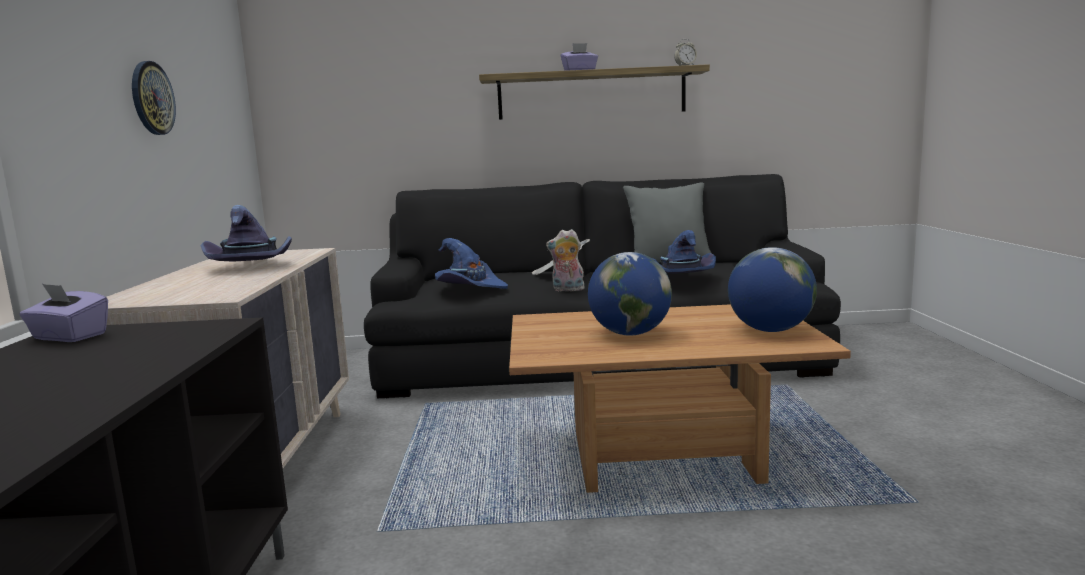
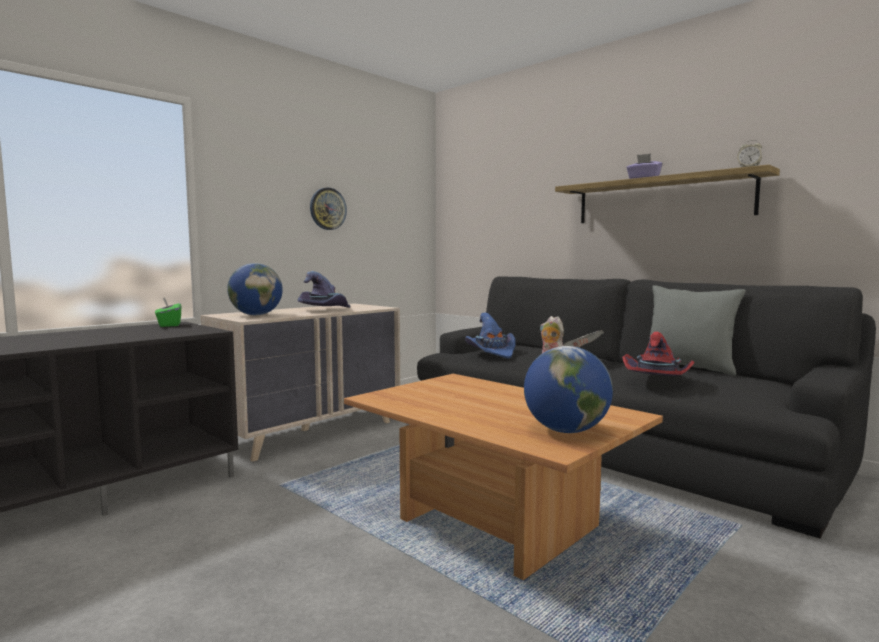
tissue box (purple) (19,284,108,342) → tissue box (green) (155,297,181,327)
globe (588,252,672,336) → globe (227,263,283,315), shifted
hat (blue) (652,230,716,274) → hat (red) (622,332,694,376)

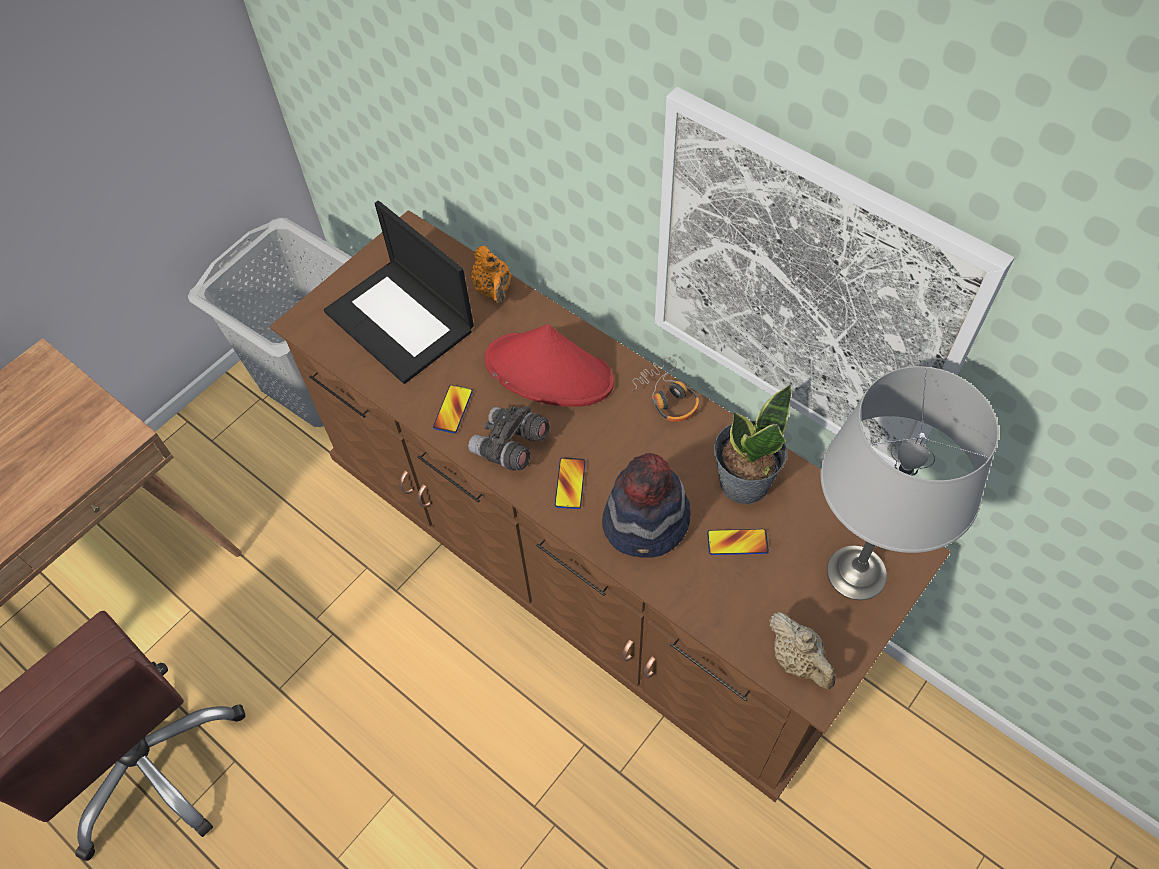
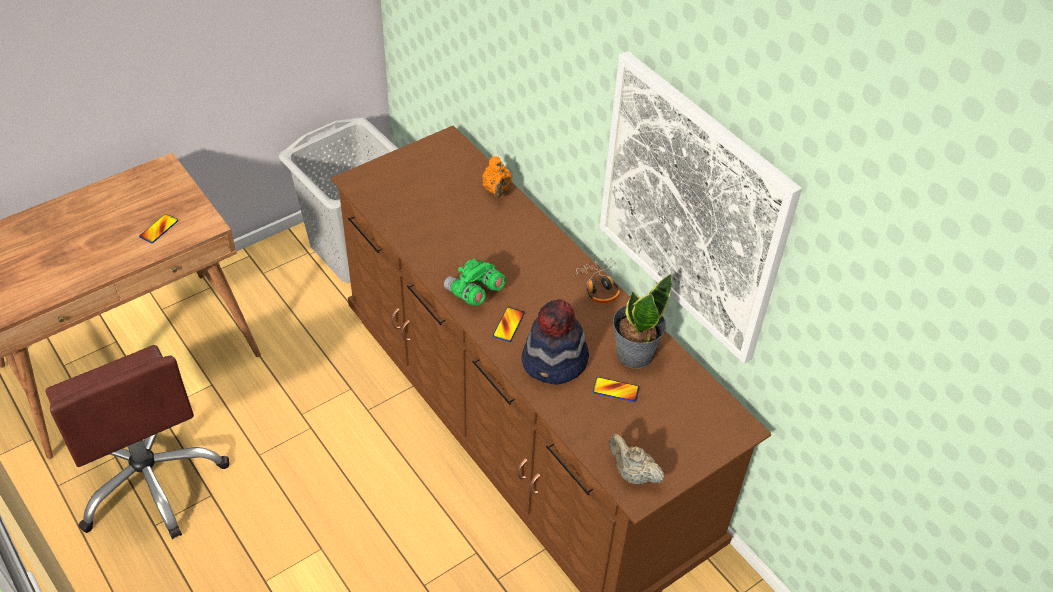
laptop (324,201,474,384) → -
phone (433,385,473,434) → phone (139,214,178,243), shifted
binoculars (grey) (468,406,550,471) → binoculars (green) (444,258,506,306)
hat (red) (485,324,614,407) → -
teapot (beige) (769,612,836,690) → teapot (beige) (608,434,664,484), 150 degrees clockwise
table lamp (grey) (820,366,999,600) → -

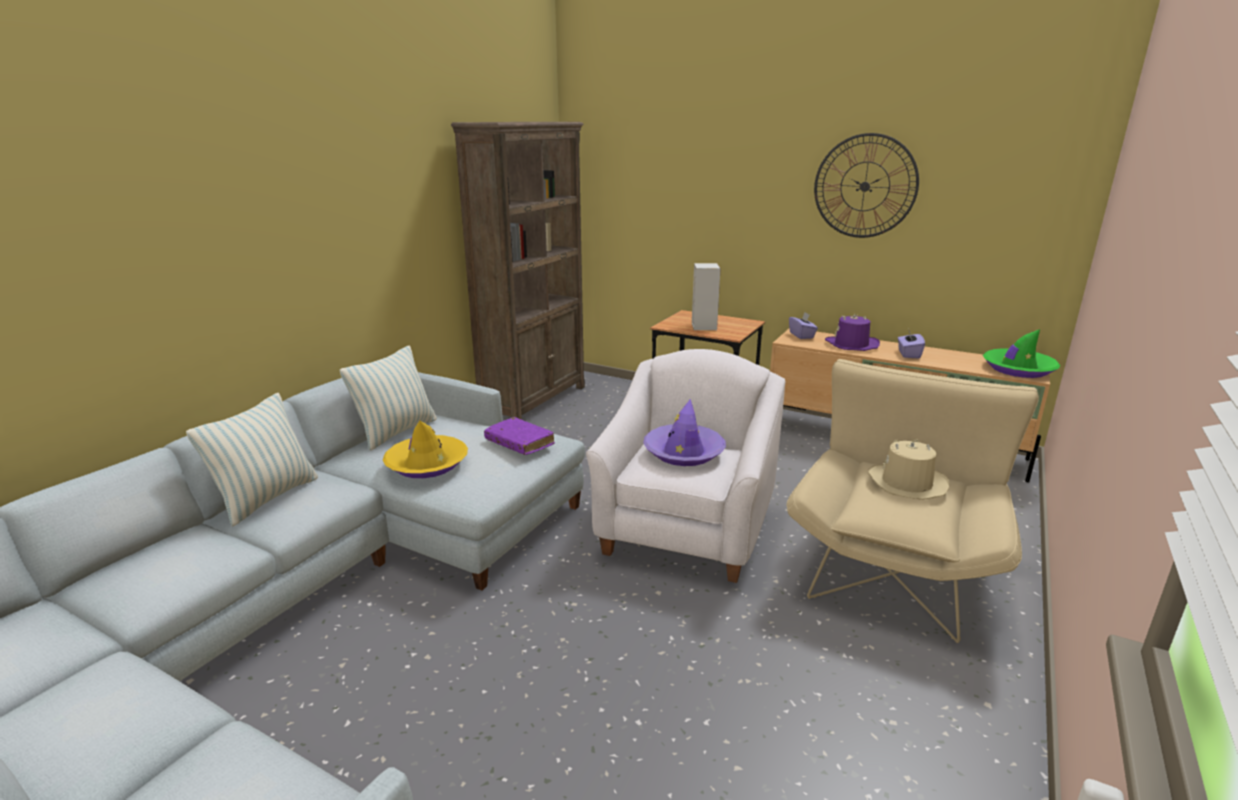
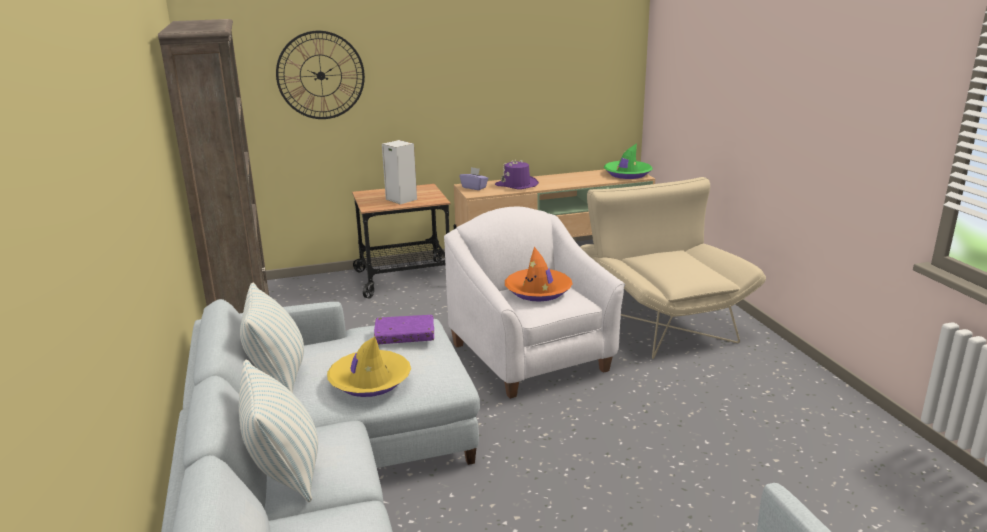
hat (purple) (643,399,726,466) → hat (orange) (505,247,572,302)
wall clock (814,133,919,238) → wall clock (276,31,365,119), shifted
hat (beige) (868,439,950,500) → -
tissue box (purple) (898,331,925,358) → -

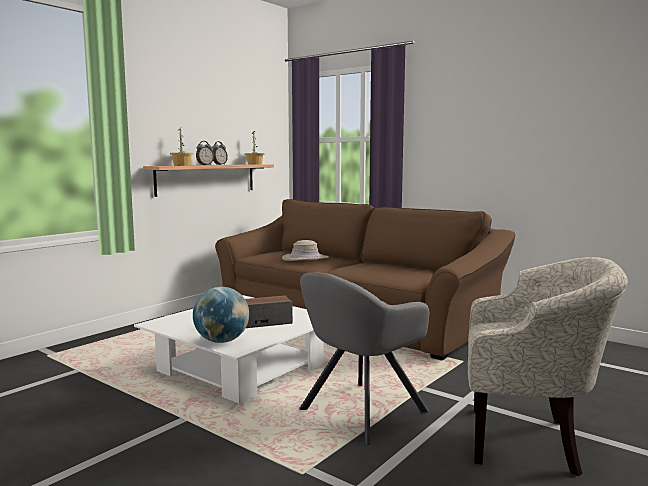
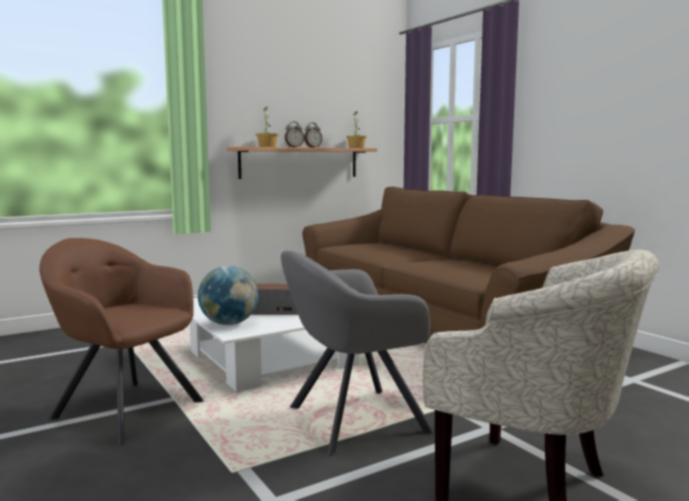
hat (beige) (282,240,329,261) → -
- → armchair (brown) (39,238,204,445)

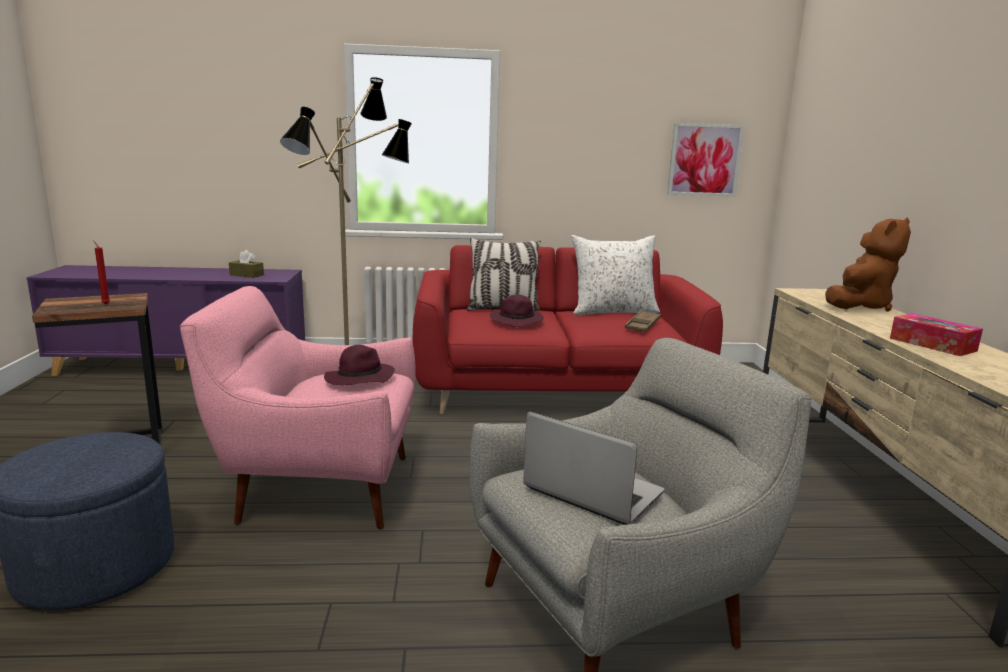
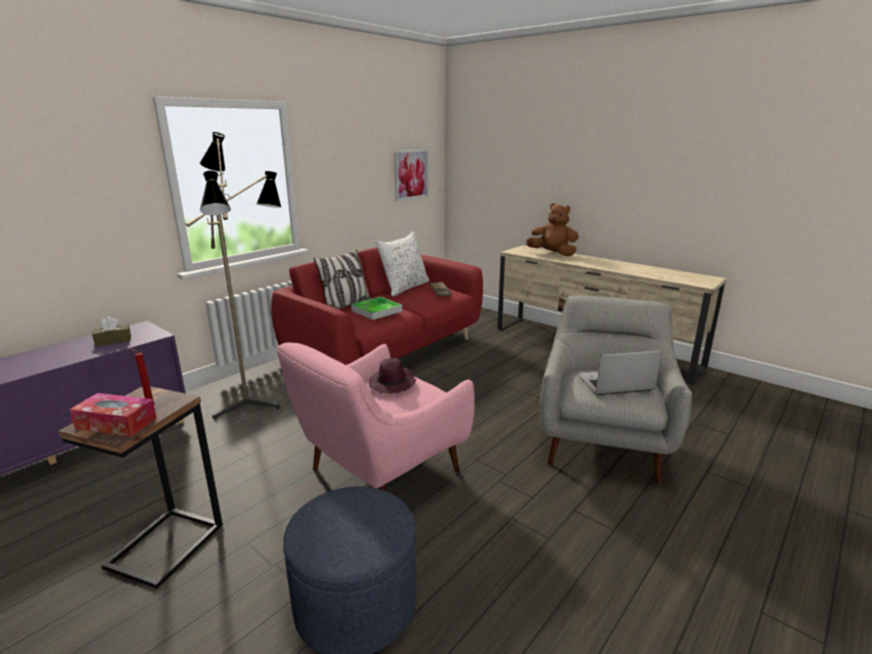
hat (purple) (490,295,544,327) → tray (351,297,402,320)
plush toy (brown) (825,218,911,311) → plush toy (brown) (526,203,579,256), 60 degrees counterclockwise
tissue box (890,313,983,356) → tissue box (69,393,157,437), shifted

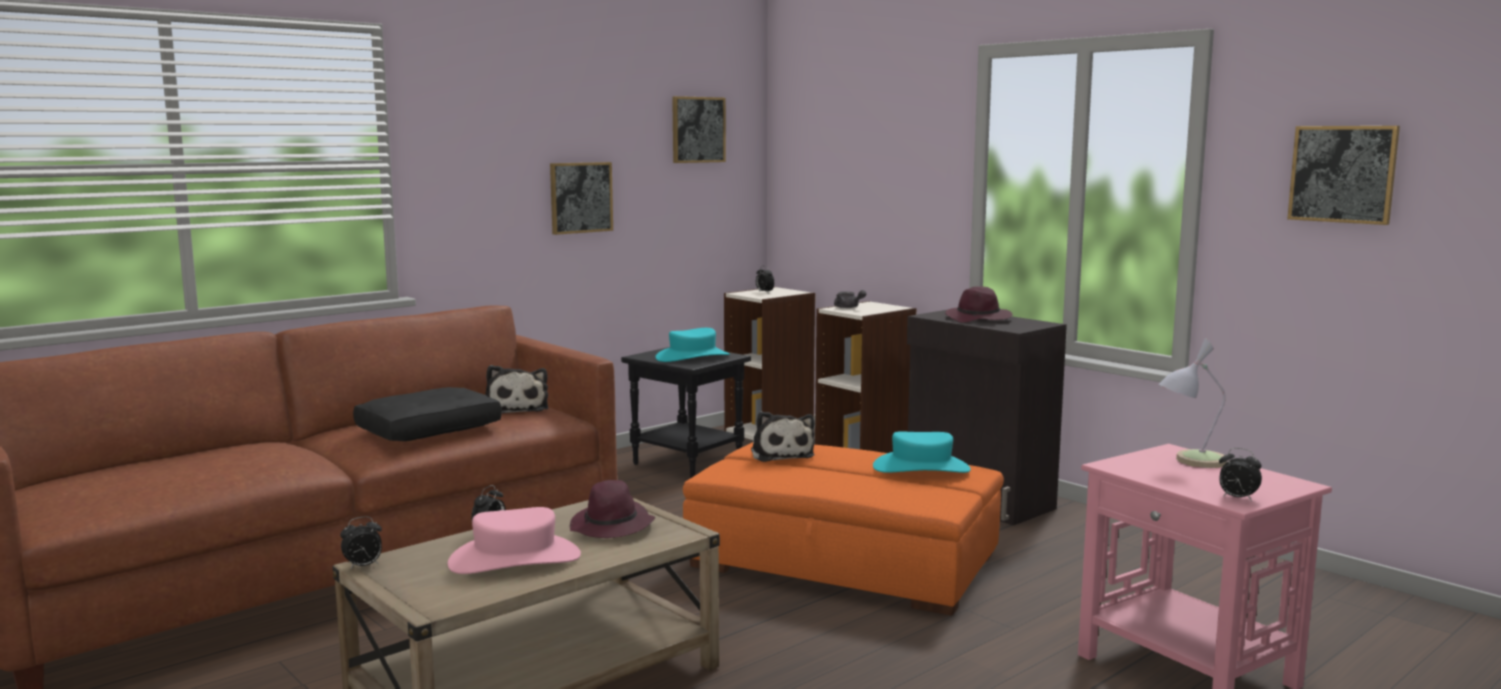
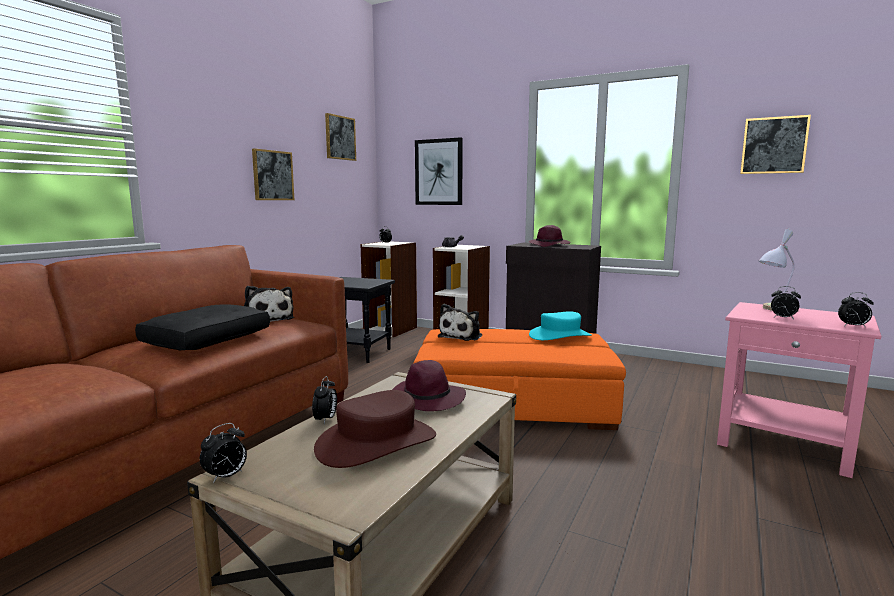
hat (pink) (448,507,581,574) → hat (brown) (314,390,436,468)
hat (turquoise) (656,328,730,362) → -
plush toy (751,411,815,462) → plush toy (438,304,482,341), 60 degrees clockwise
- → picture (415,137,463,205)
- → alarm clock (771,286,801,319)

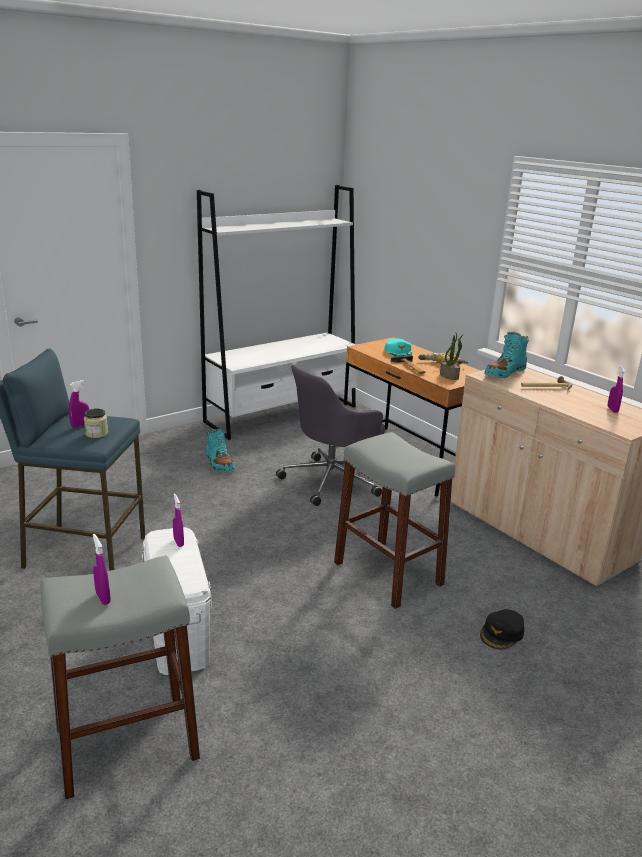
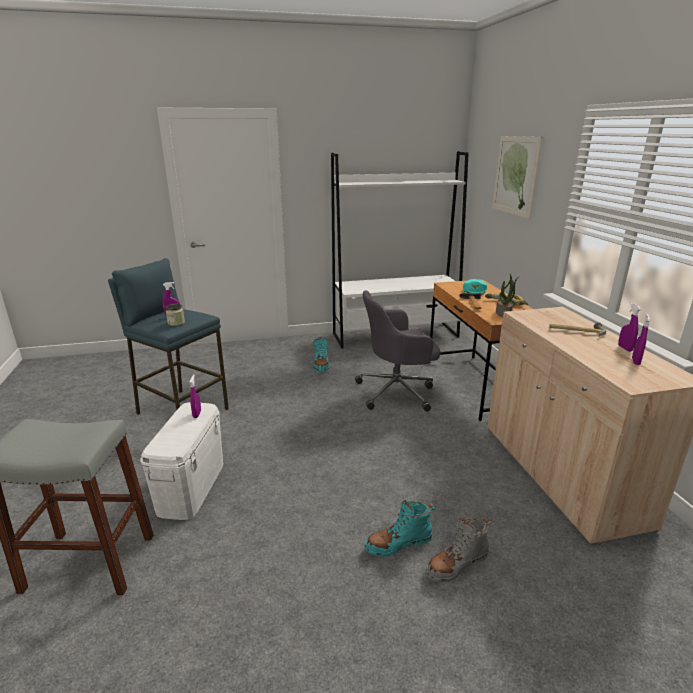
spray bottle (purple) (93,534,111,605) → spray bottle (purple) (618,303,641,352), shifted
stool (grey) (334,432,455,609) → -
cap (black) (480,609,524,650) → boot (grey) (426,518,492,583)
boot (turquoise) (484,332,529,378) → boot (turquoise) (365,499,436,557), shifted
- → picture (492,136,543,219)

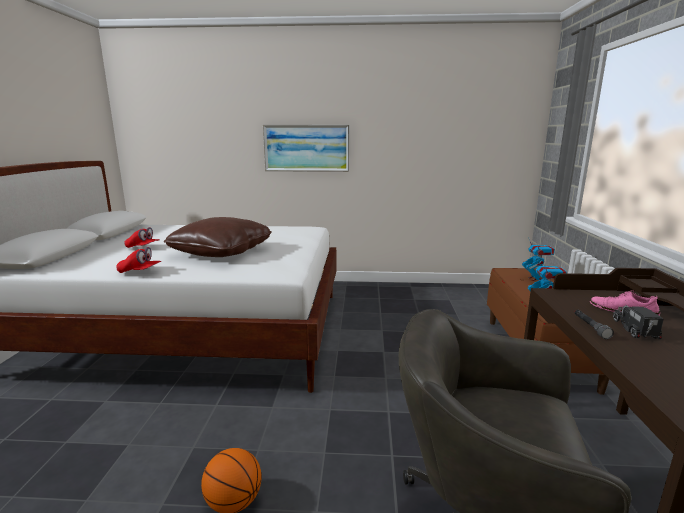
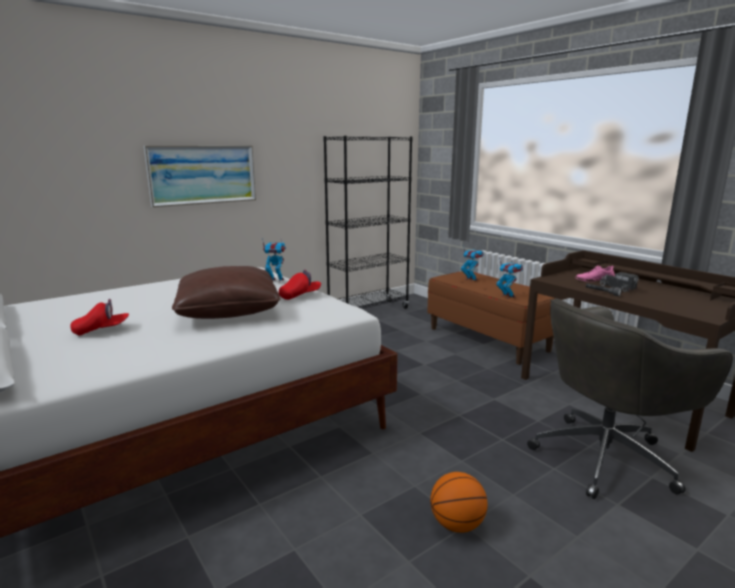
cap (red) (116,247,161,273) → cap (red) (279,270,321,300), shifted
- → toy robot (262,238,286,283)
- → bookcase (black) (323,136,412,309)

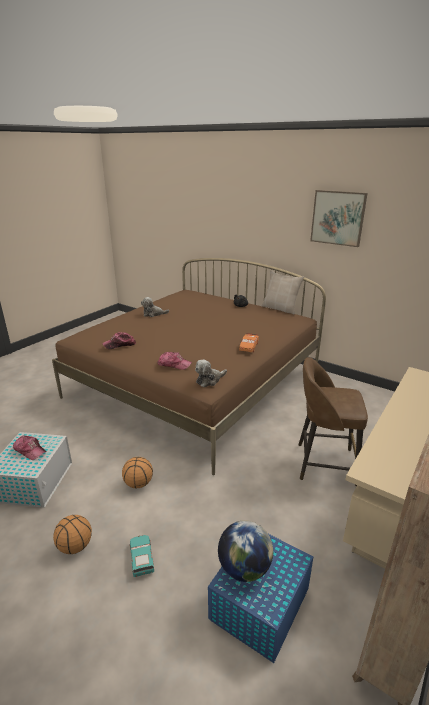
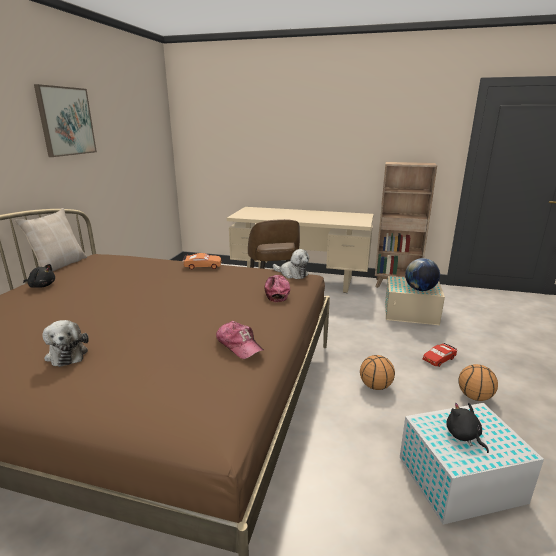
cap (13,435,47,460) → plush toy (black) (446,403,489,453)
toy car (turquoise) (130,535,154,577) → toy car (red) (422,343,457,367)
storage box (blue) (208,534,313,663) → storage box (beige) (385,276,445,325)

